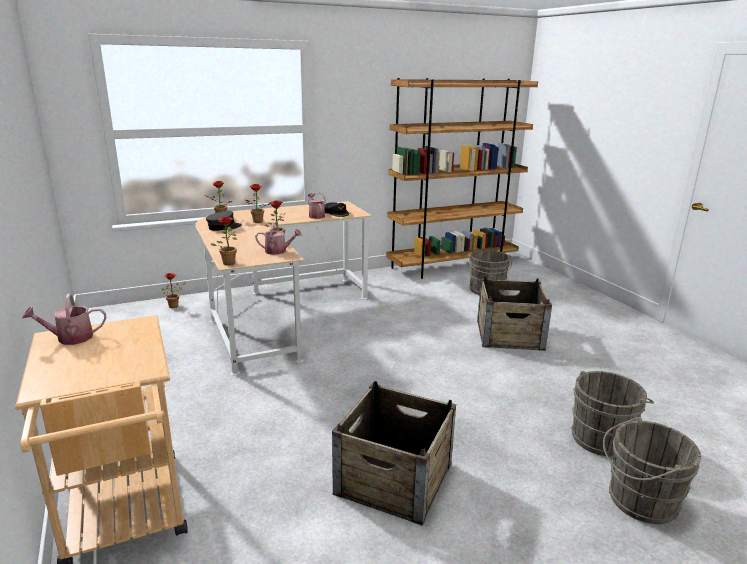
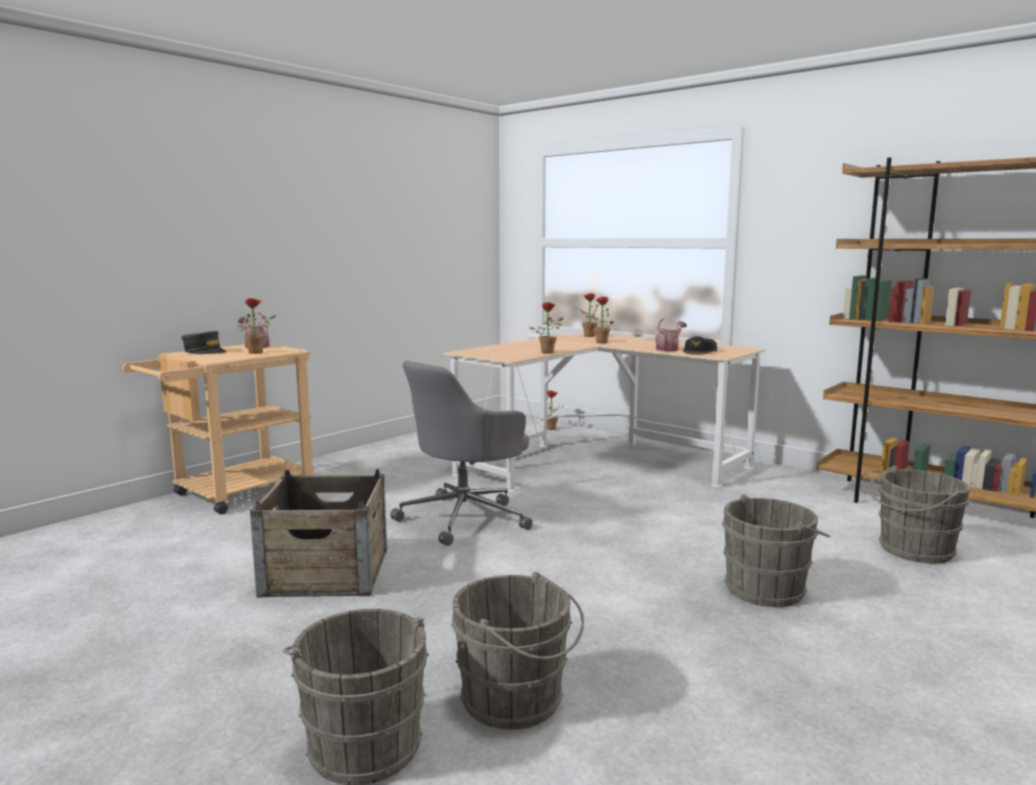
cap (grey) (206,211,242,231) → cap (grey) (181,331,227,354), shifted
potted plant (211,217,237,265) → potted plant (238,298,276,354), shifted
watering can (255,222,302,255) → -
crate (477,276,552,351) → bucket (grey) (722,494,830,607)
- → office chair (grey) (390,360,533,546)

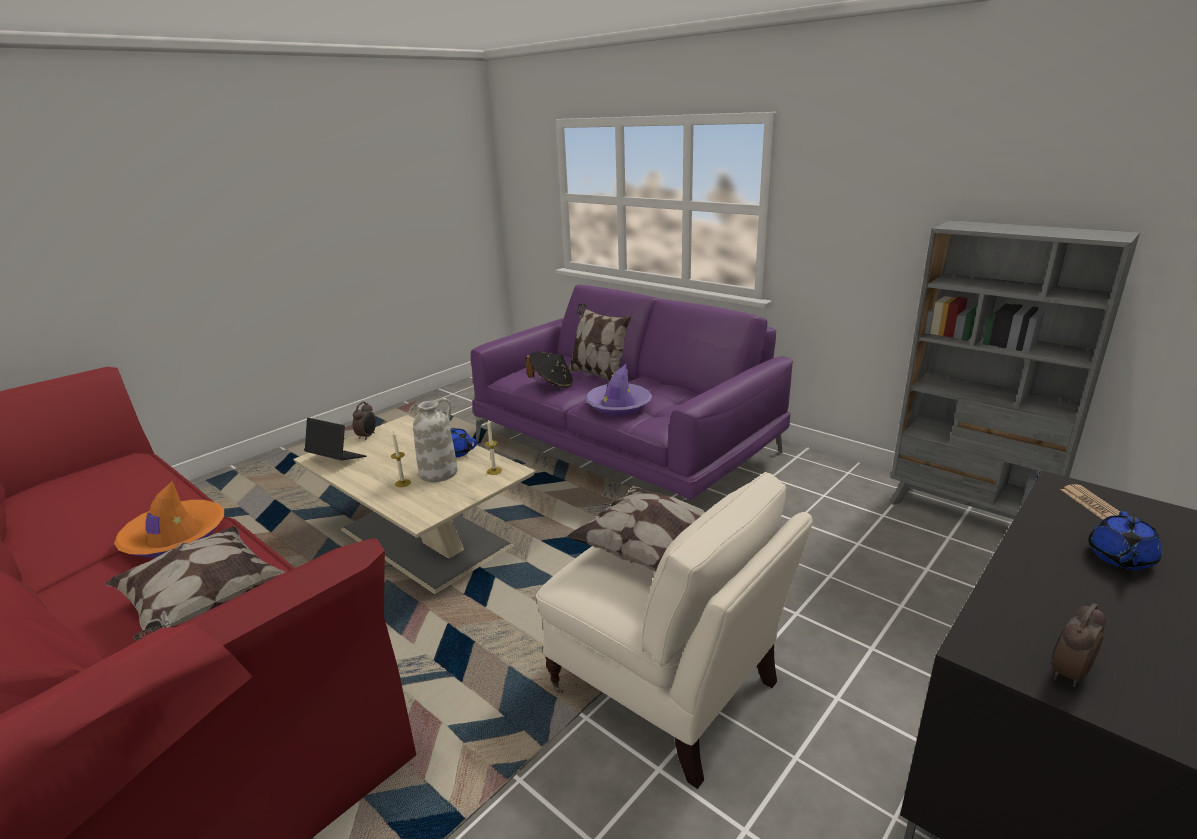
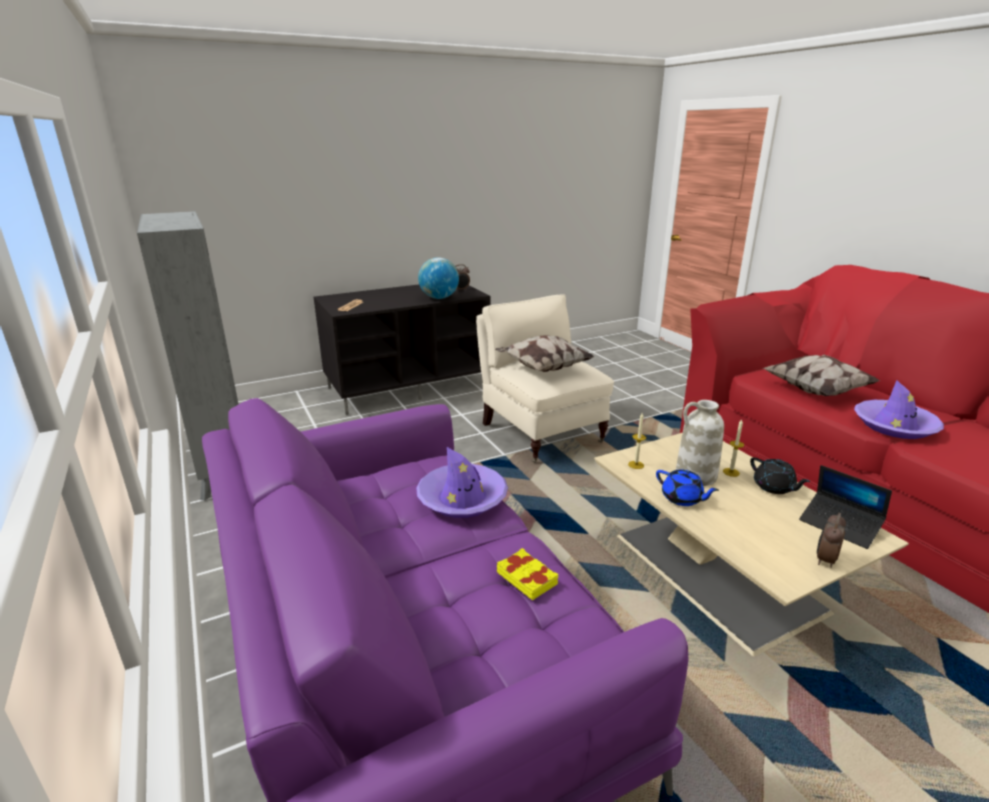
hat (orange) (114,481,224,558) → hat (purple) (854,380,944,439)
hat (black) (526,351,573,388) → book (yellow) (497,548,558,600)
pillow (568,303,631,381) → -
teapot (blue) (1088,511,1162,570) → -
- → globe (418,257,459,299)
- → teapot (black) (750,457,810,494)

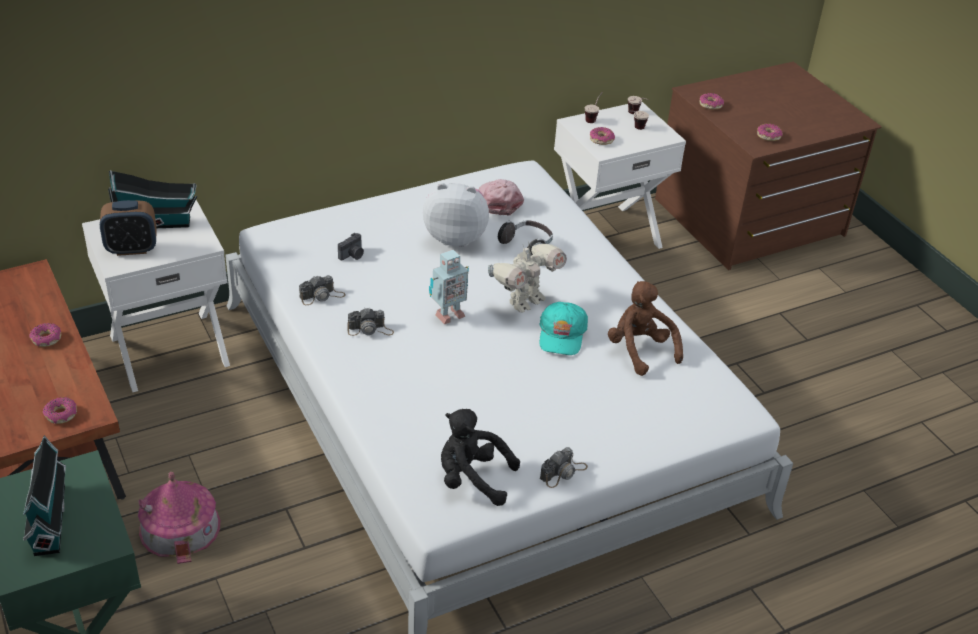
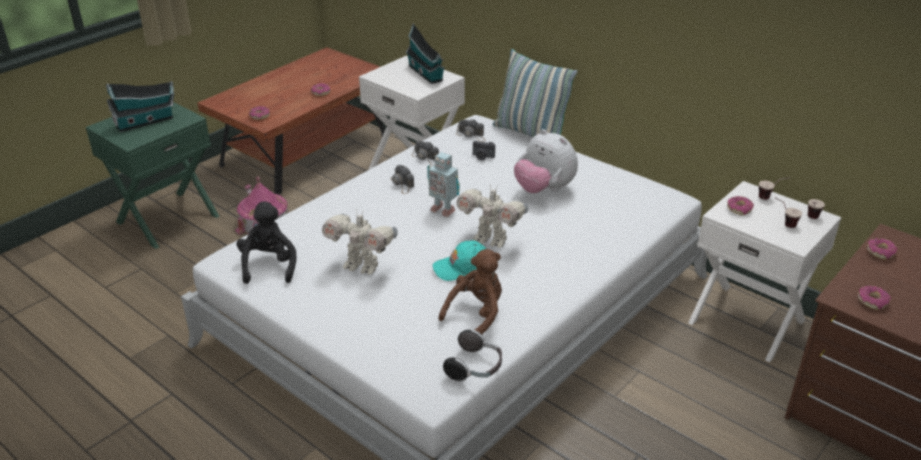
alarm clock (100,200,157,256) → -
plush toy (423,183,489,247) → plush toy (514,129,578,193), 150 degrees clockwise
cap (pink) (478,179,524,215) → -
headphones (498,220,553,256) → headphones (443,329,502,382), shifted
photo camera (540,447,588,488) → photo camera (456,119,486,142), shifted
- → toy robot (322,213,398,275)
- → pillow (493,49,578,137)

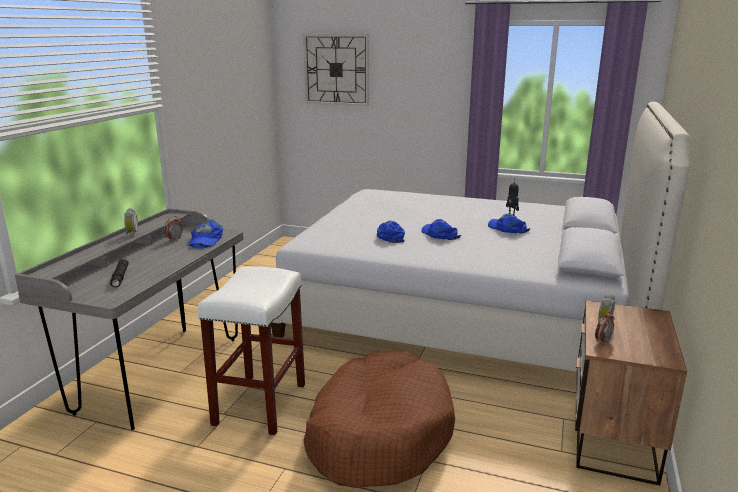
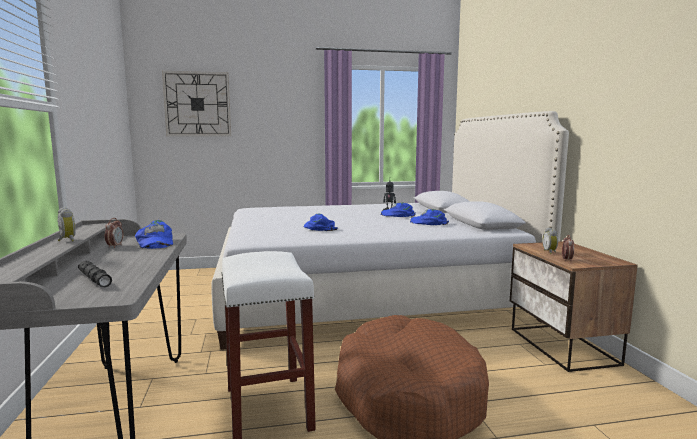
cap (blue) (421,219,461,240) → cap (blue) (410,209,449,225), shifted

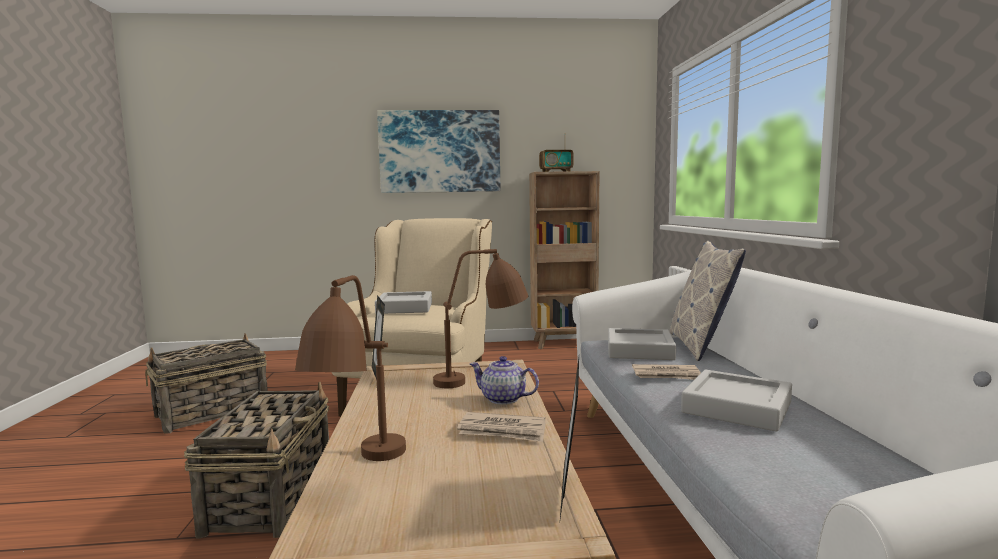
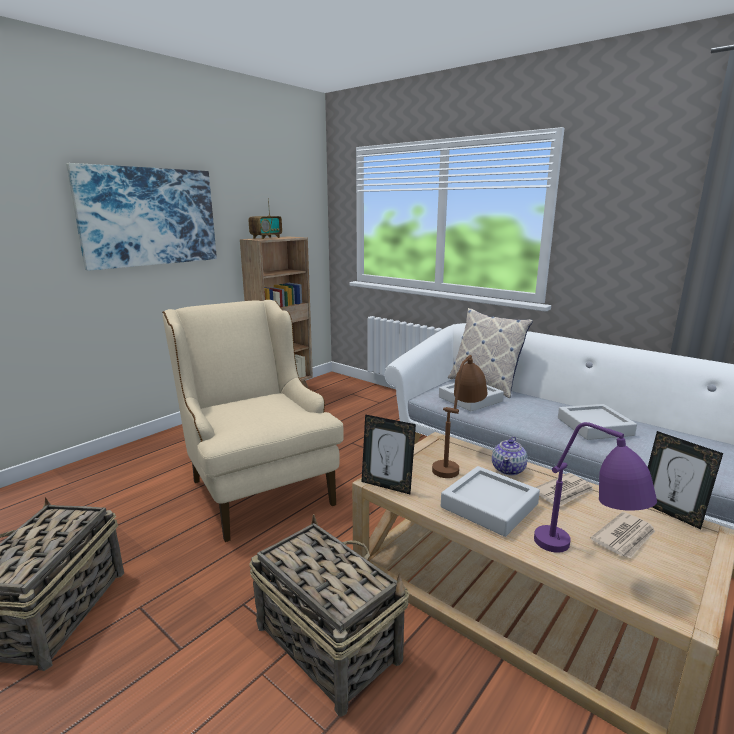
table lamp (brown) (295,275,406,461) → table lamp (purple) (534,422,657,553)
tray (grey) (375,291,432,314) → tray (grey) (441,466,540,537), shifted
teapot (470,356,539,405) → teapot (492,437,528,475), 45 degrees counterclockwise
newspaper (632,364,701,380) → newspaper (590,512,655,559), shifted

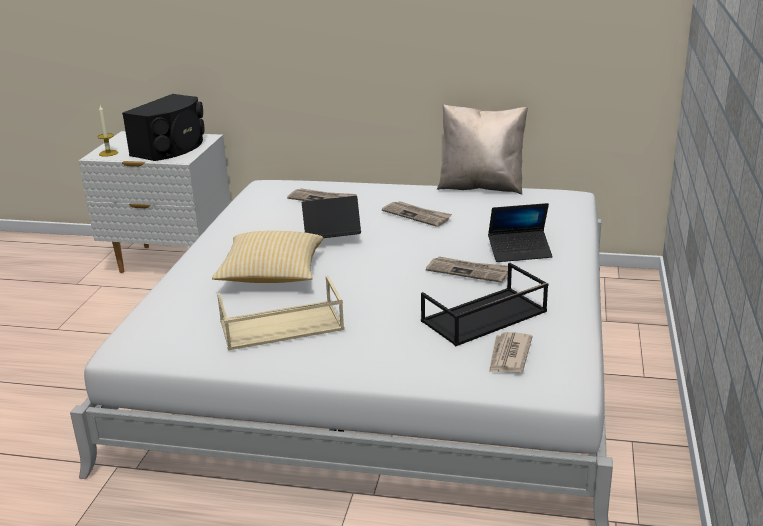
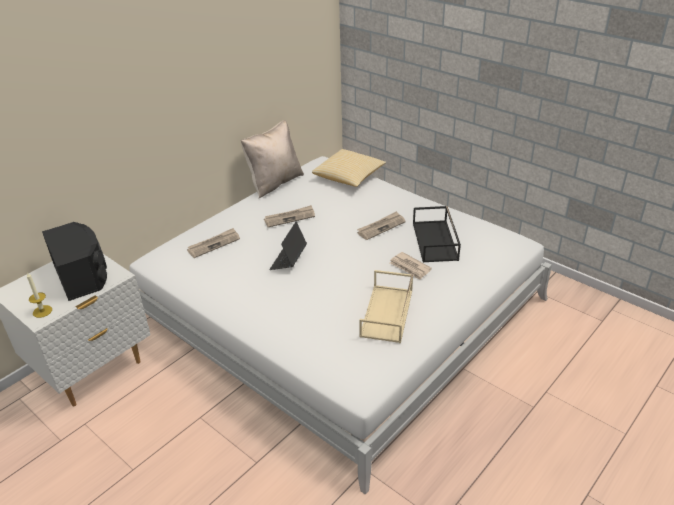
pillow (212,231,323,283) → pillow (312,149,386,187), shifted
laptop (488,203,553,262) → -
newspaper (489,332,533,373) → newspaper (390,252,432,280), shifted

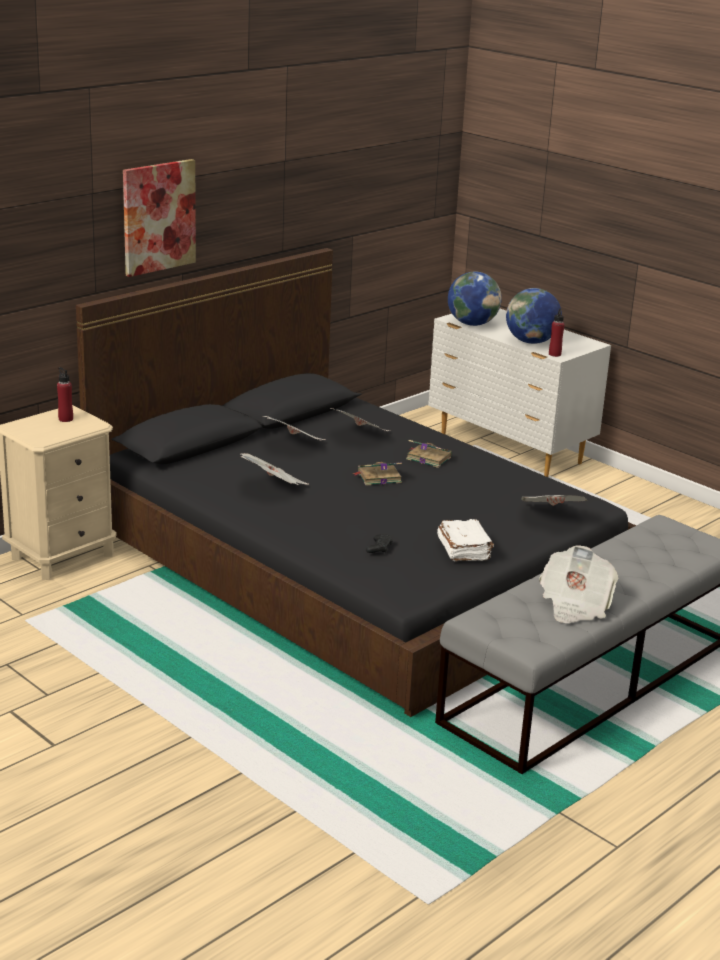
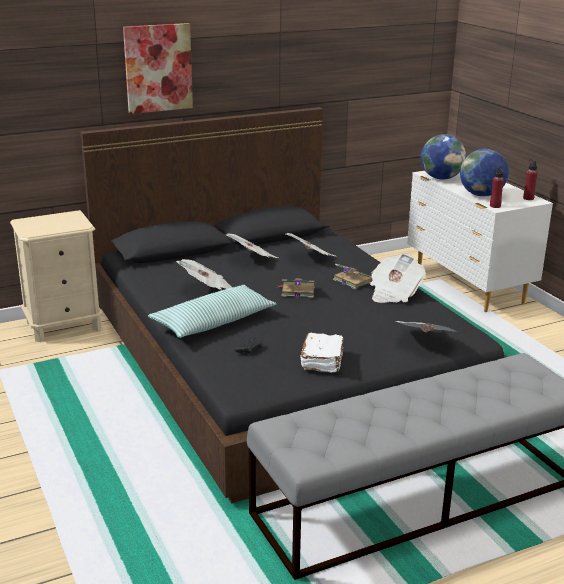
bottle (red) (57,367,73,422) → bottle (red) (523,159,538,200), shifted
newspaper (539,545,618,623) → newspaper (370,254,426,303), shifted
- → pillow (148,285,277,338)

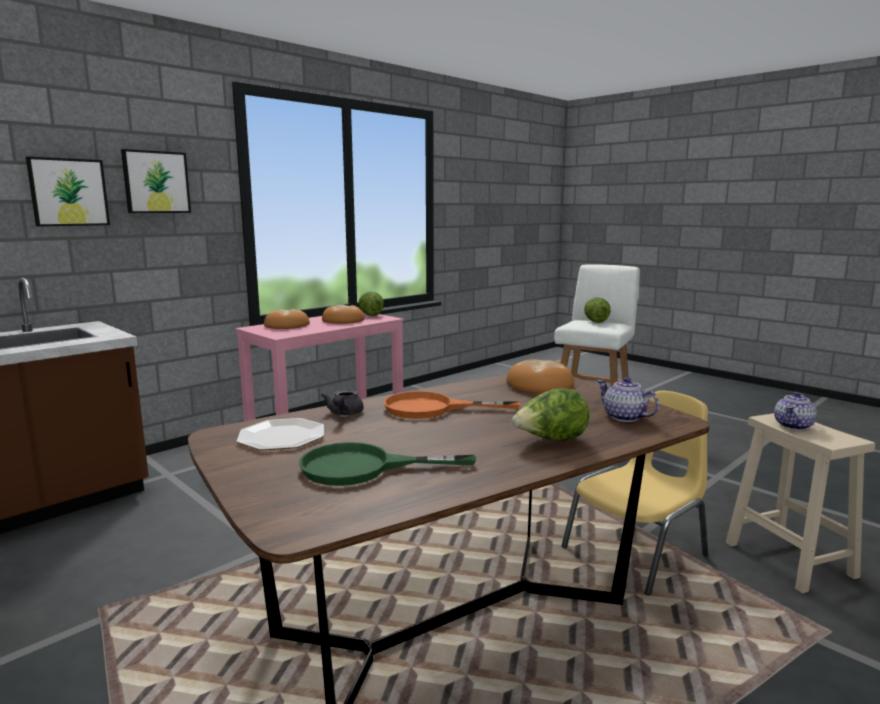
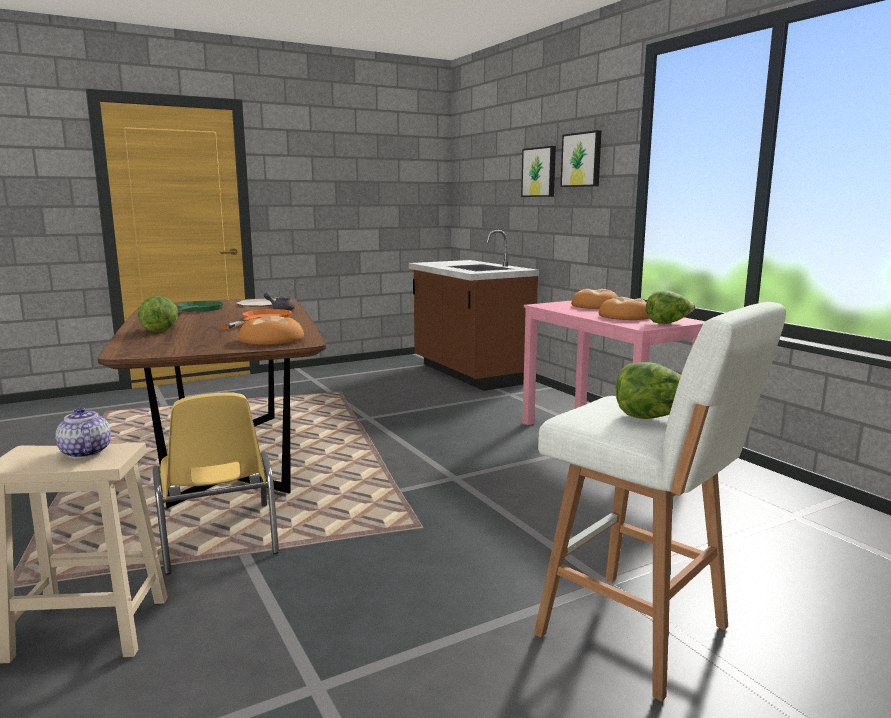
teapot (597,377,659,422) → -

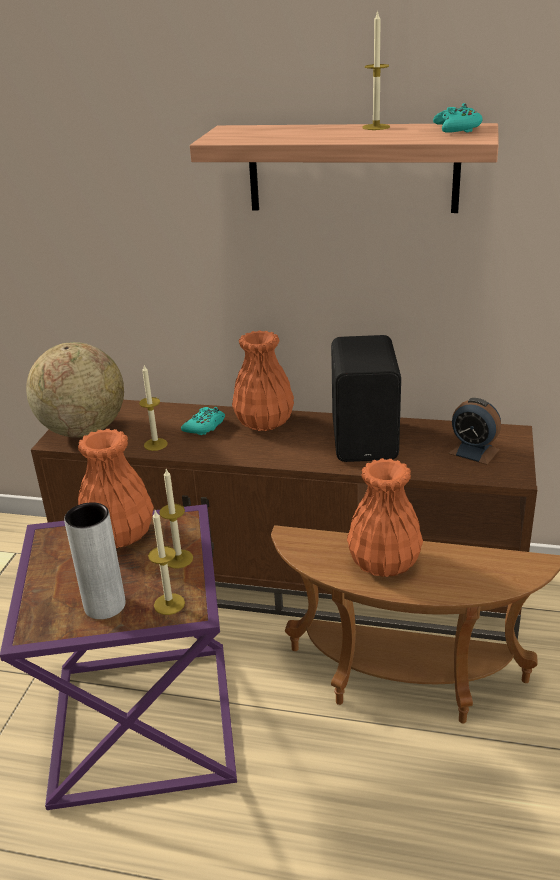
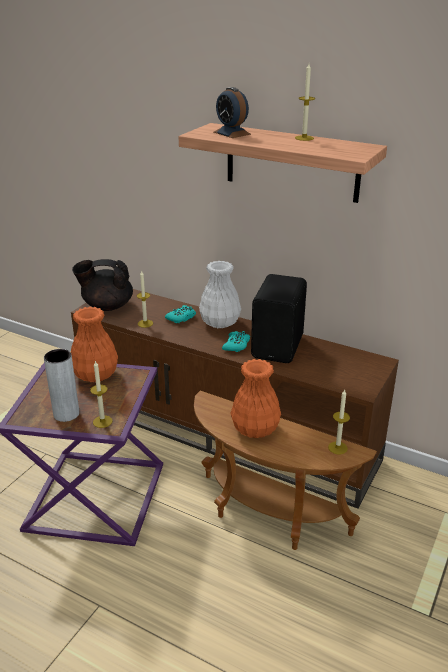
globe (26,342,124,438) → teapot (black) (72,259,133,311)
candle (159,469,193,568) → candle (328,390,350,454), shifted
vase (orange) (232,330,294,431) → vase (white) (199,261,241,328)
game controller (turquoise) (433,103,482,133) → game controller (turquoise) (222,331,250,352), shifted
alarm clock (448,398,501,465) → alarm clock (214,87,251,138), shifted

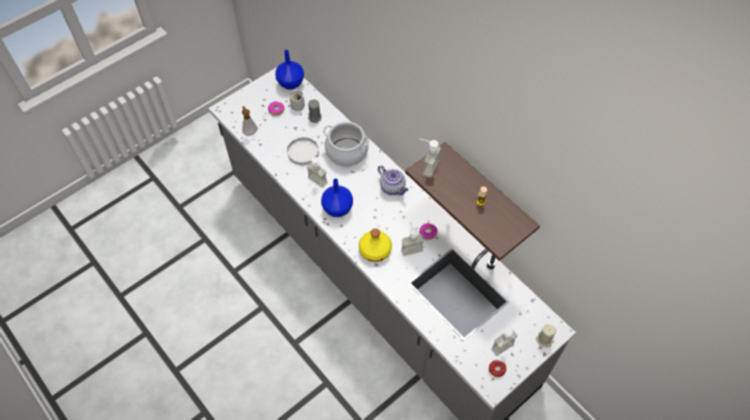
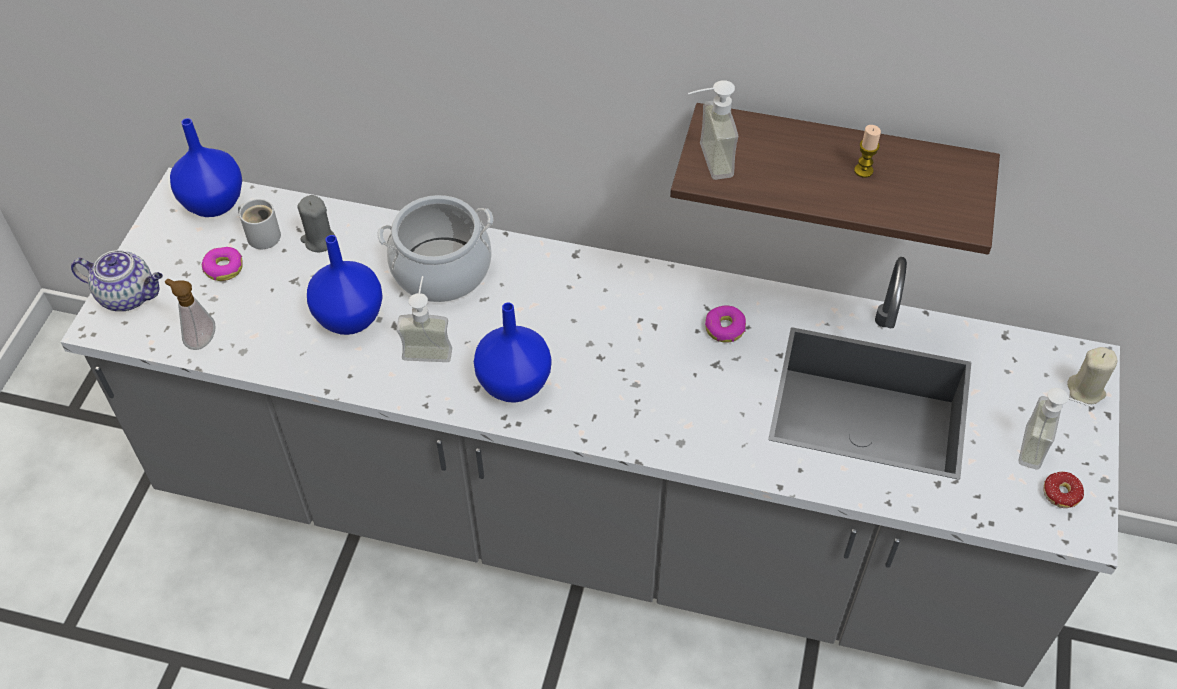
plate (white) (287,137,319,165) → vase (blue) (307,235,383,335)
bottle (yellow) (359,229,392,262) → -
teapot (378,166,408,195) → teapot (71,250,163,311), shifted
soap dispenser (401,220,424,256) → -

